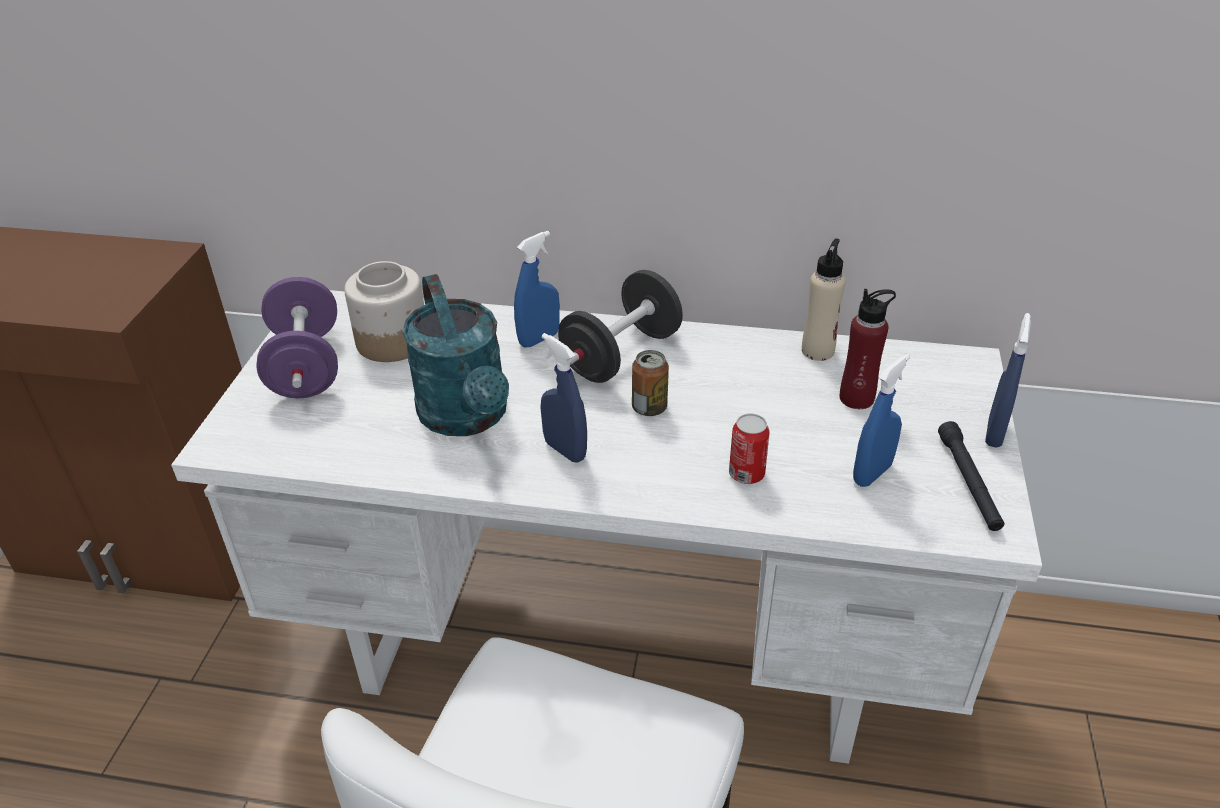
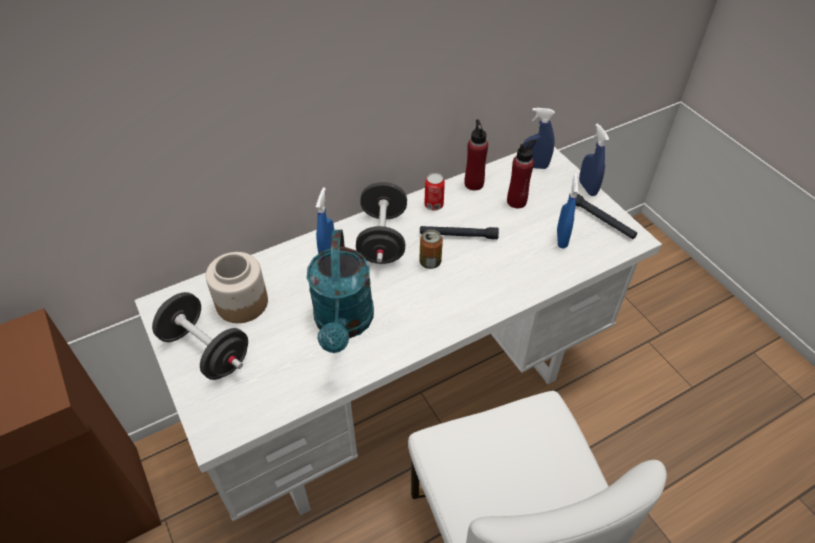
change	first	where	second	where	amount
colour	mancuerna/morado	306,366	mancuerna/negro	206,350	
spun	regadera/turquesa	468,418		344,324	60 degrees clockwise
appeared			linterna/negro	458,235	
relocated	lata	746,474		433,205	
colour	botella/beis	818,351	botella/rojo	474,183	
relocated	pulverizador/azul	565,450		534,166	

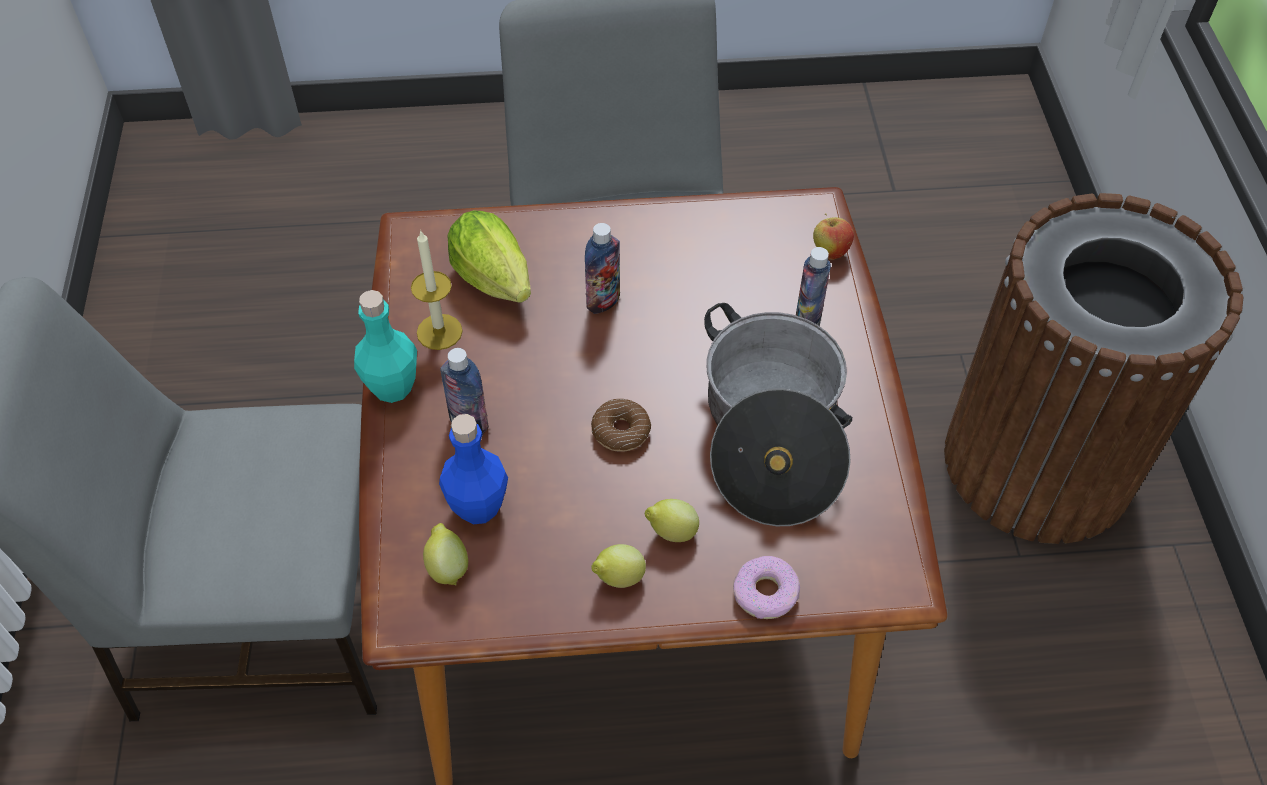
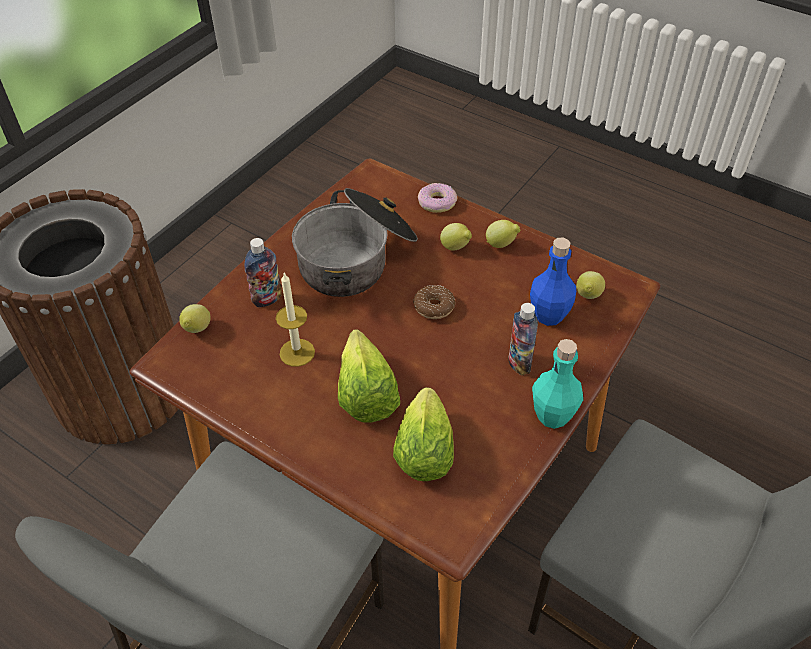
change	first	where	second	where	amount
exchanged	manzana	830,251	limón	197,330	
relocated	vela	439,332		297,352	
exchanged	botella	603,301	lechuga	367,388	

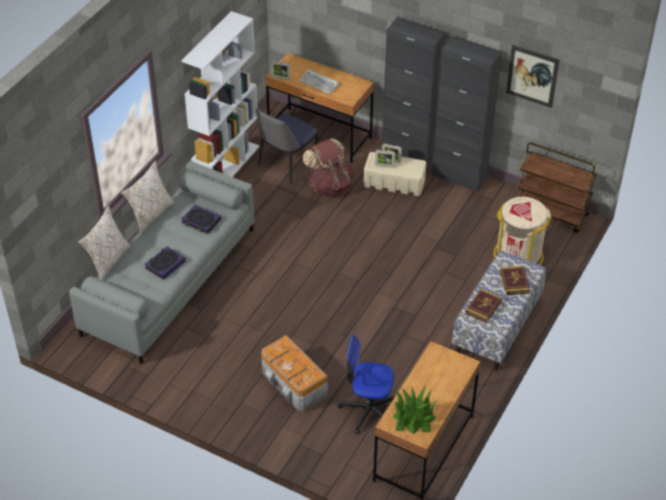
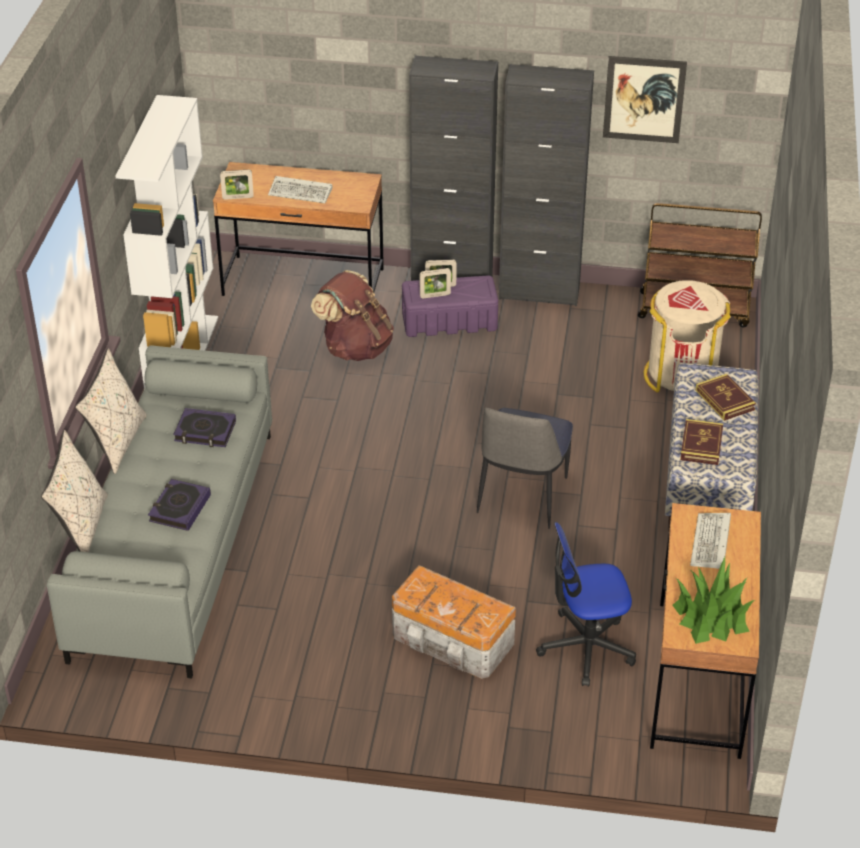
change	first	where	second	where	amount
colour	caja de almacenaje/beis	394,183	caja de almacenaje/morado	450,321	
relocated	silla	286,165		521,498	
appeared			teclado	711,544	

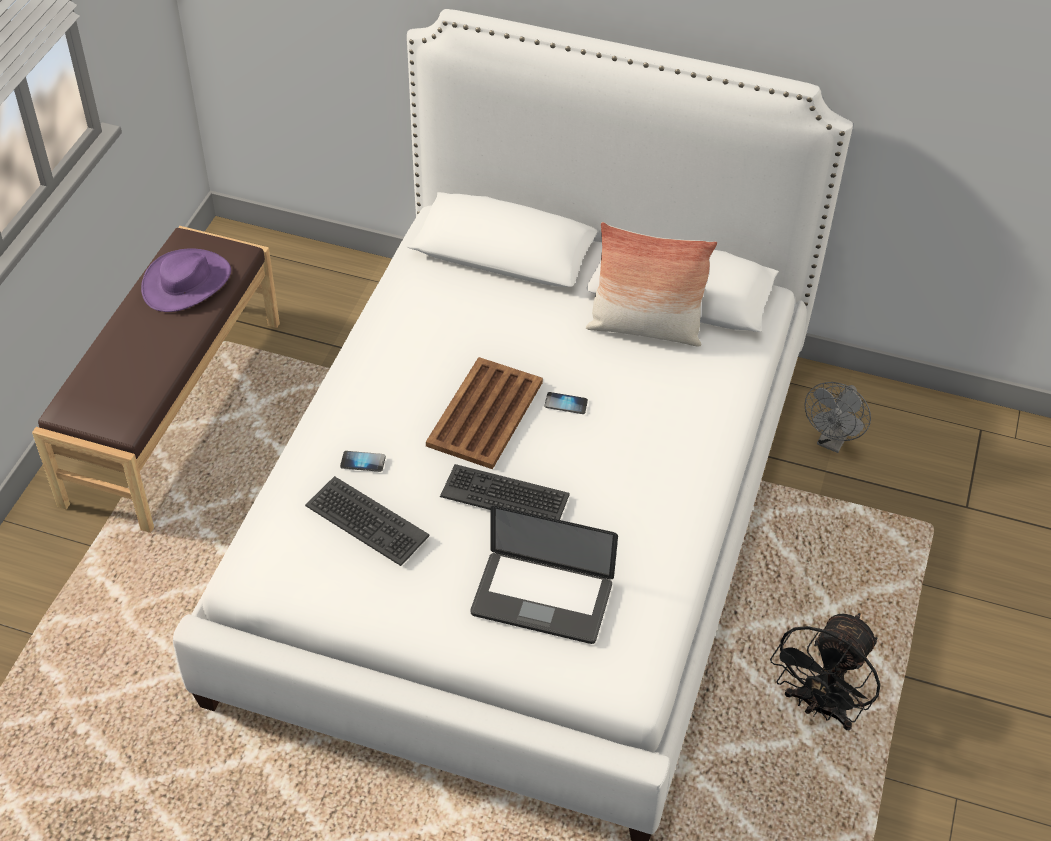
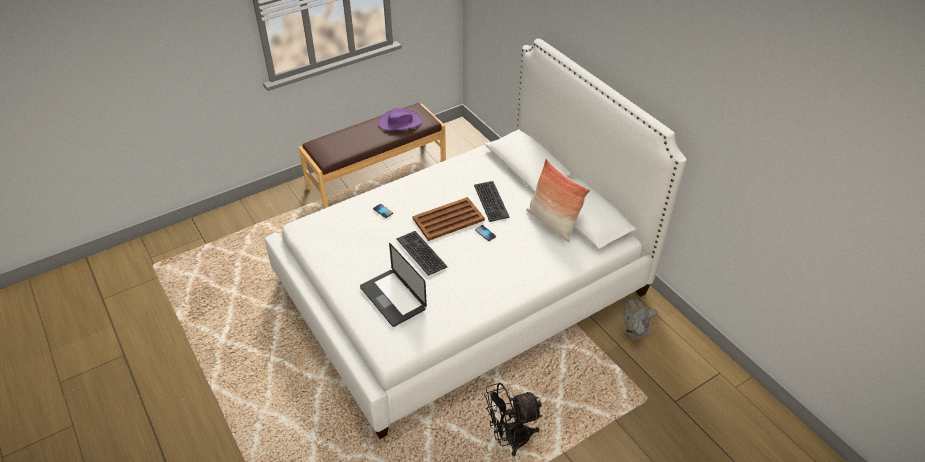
change	first	where	second	where	amount
relocated	teclado	366,522		490,201	

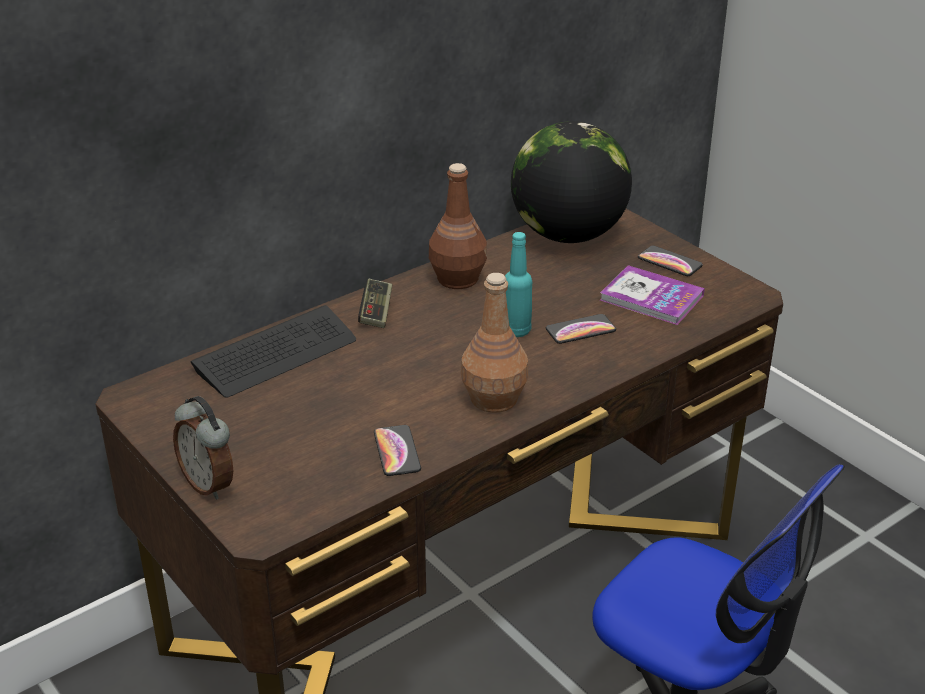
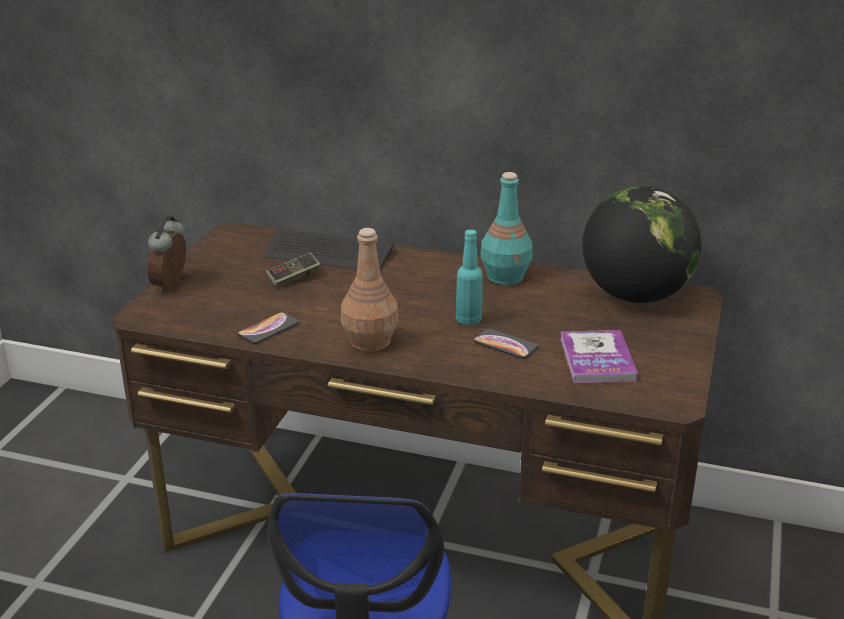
change	first	where	second	where	amount
relocated	mando de consola	376,312		294,278	
colour	botella/marrón	457,278	botella/turquesa	506,277	
missing	móvil	669,262			

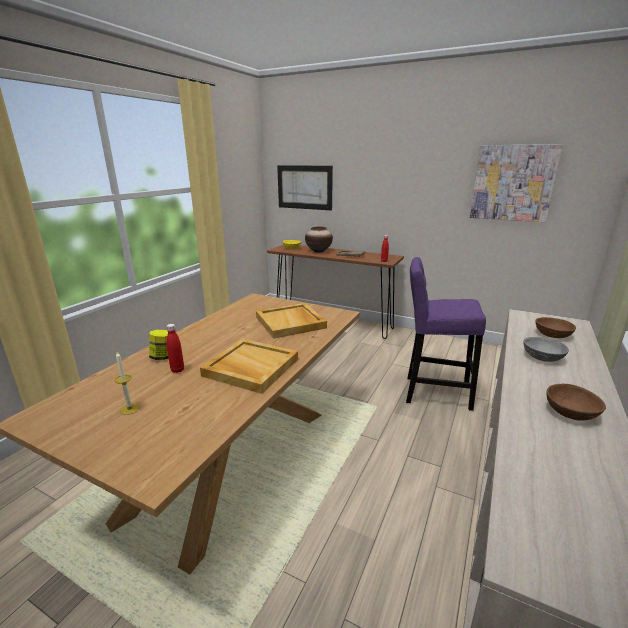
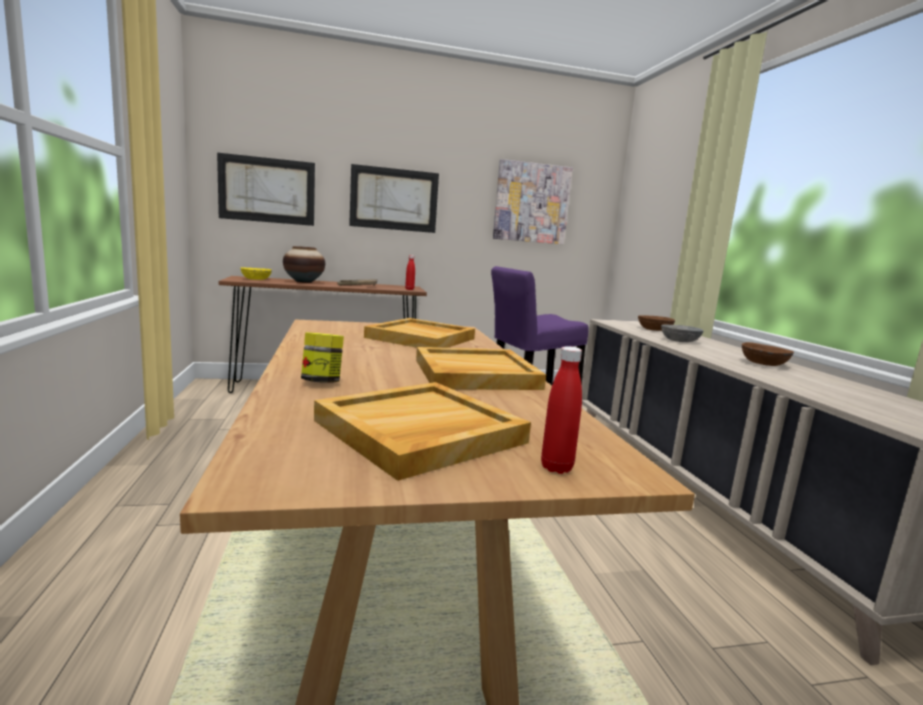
change	first	where	second	where	amount
exchanged	vela	130,409	bandeja/beis	419,432	
appeared			cuadro	394,199	
relocated	botella/rojo	177,370		556,468	

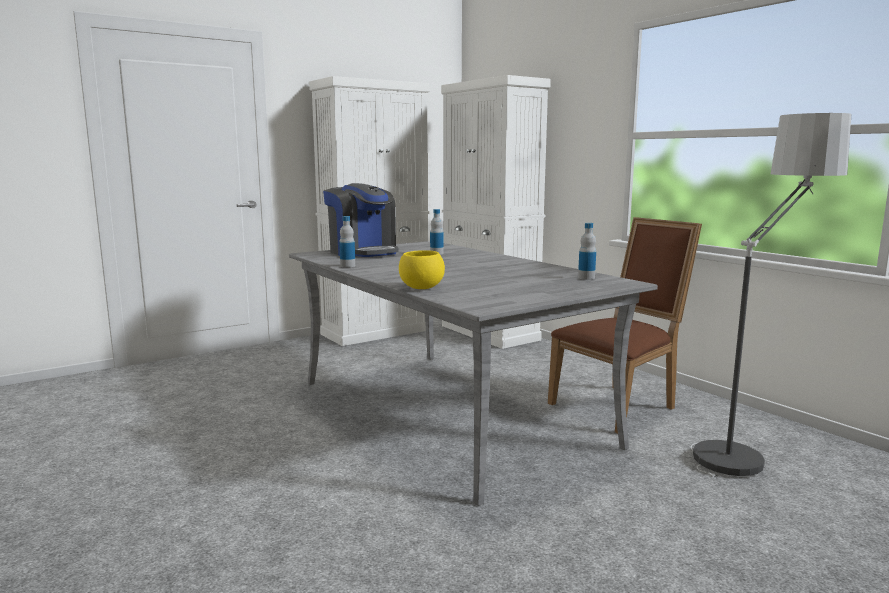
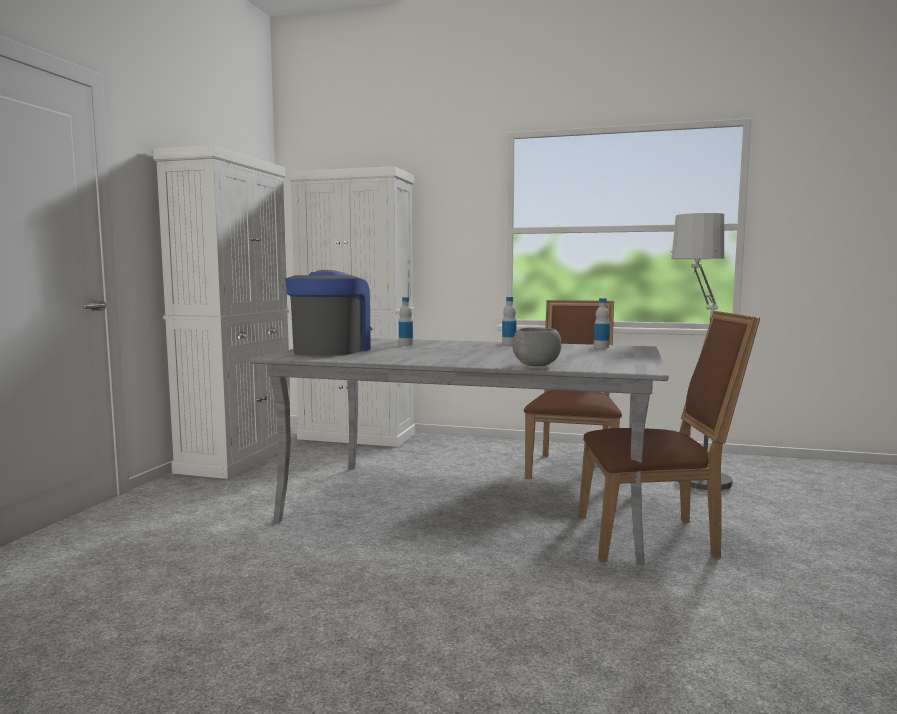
change	first	where	second	where	amount
spun	cafetera	363,252		331,350	90 degrees counterclockwise
relocated	botella	347,266		509,343	
colour	cuenco/amarillo	421,288	cuenco/gris	536,365	
appeared			silla/marrón	654,537	

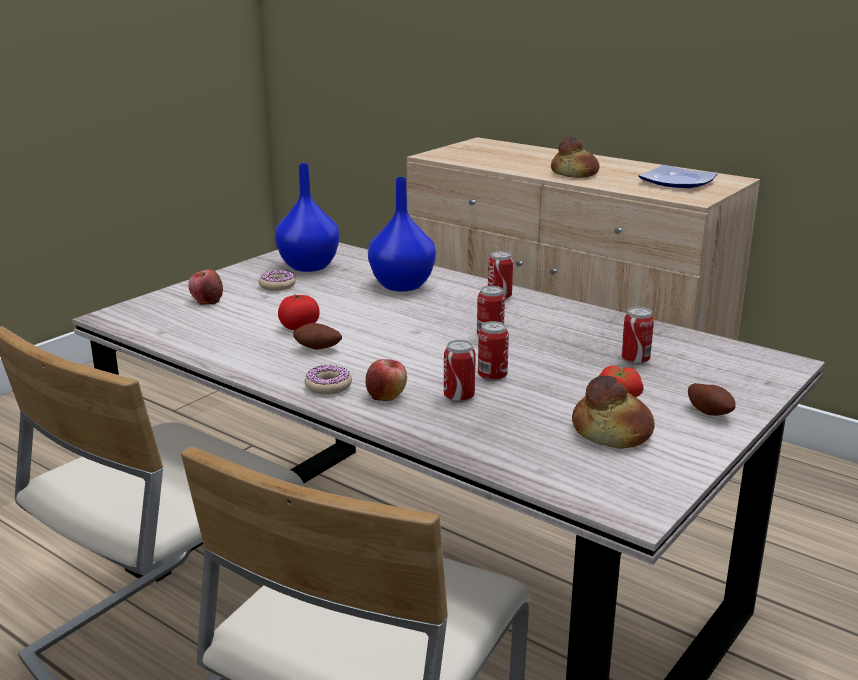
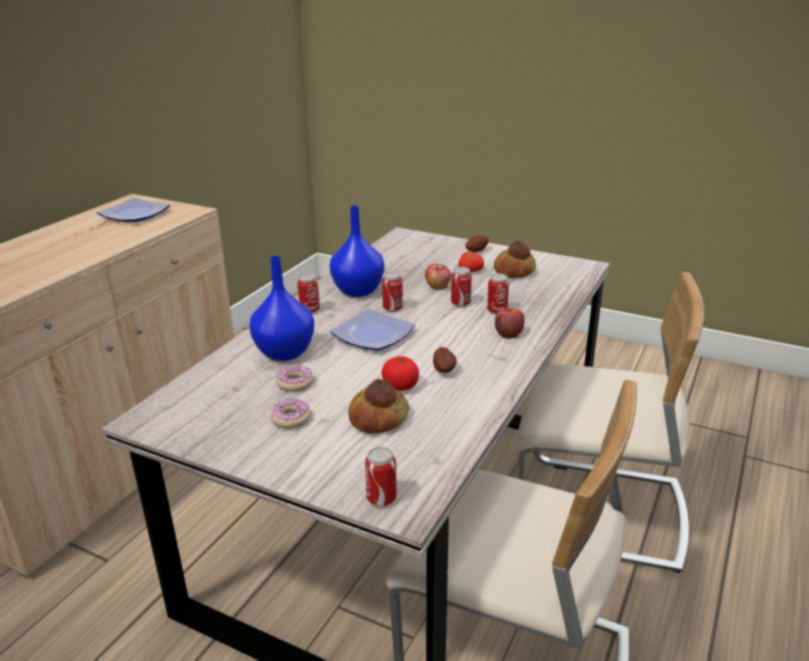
change	first	where	second	where	amount
relocated	rosquilla	328,386		295,383	
relocated	florero/azul	307,266		359,291	
appeared			plato	371,335	
relocated	pan	575,173		378,418	
relocated	lata	635,360		381,499	
relocated	manzana	207,300		438,286	

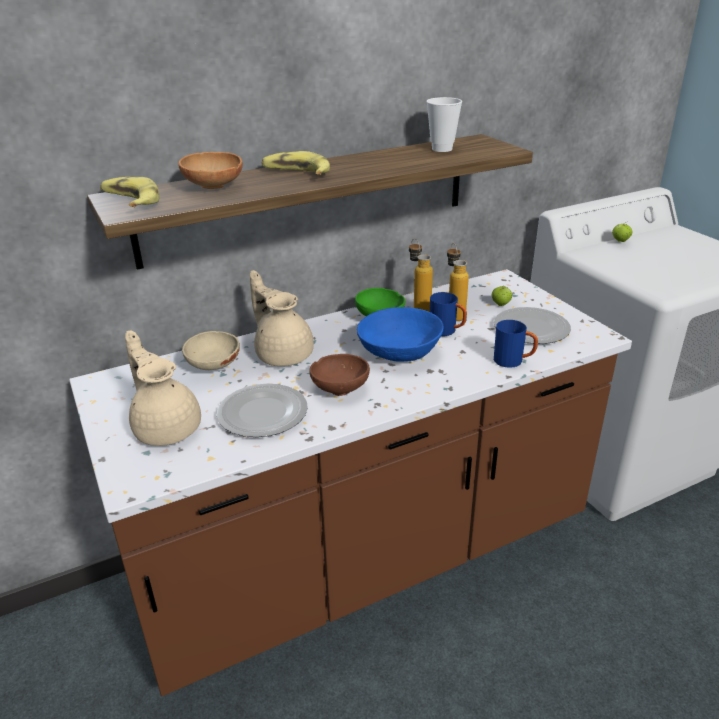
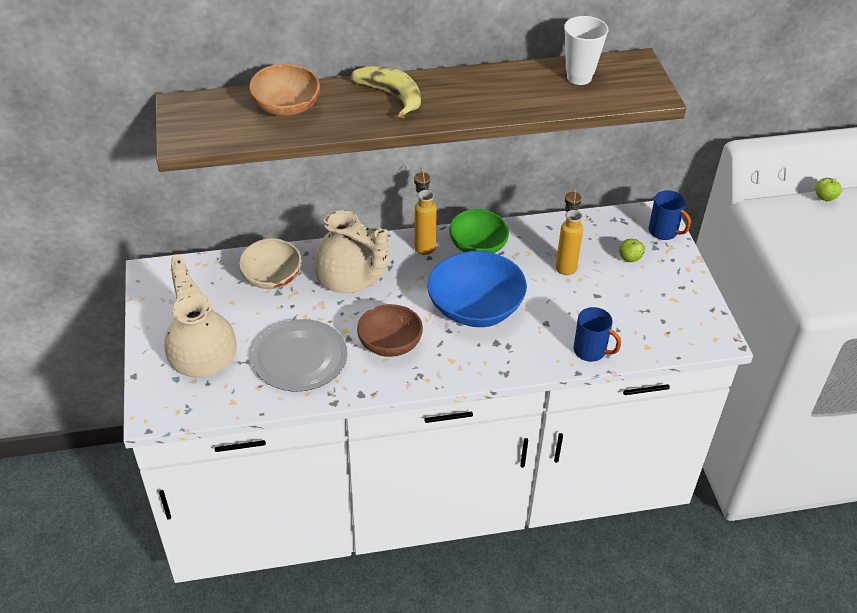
change	first	where	second	where	amount
colour	mueble bajo de cocina/marrón	363,557	mueble bajo de cocina/blanco	424,486	
spun	tetera/beis	283,354		350,279	150 degrees clockwise
relocated	botella	418,308		423,242	
relocated	taza grande/azul	447,331		667,234	
missing	plátano	130,201			
missing	plato	530,328			

